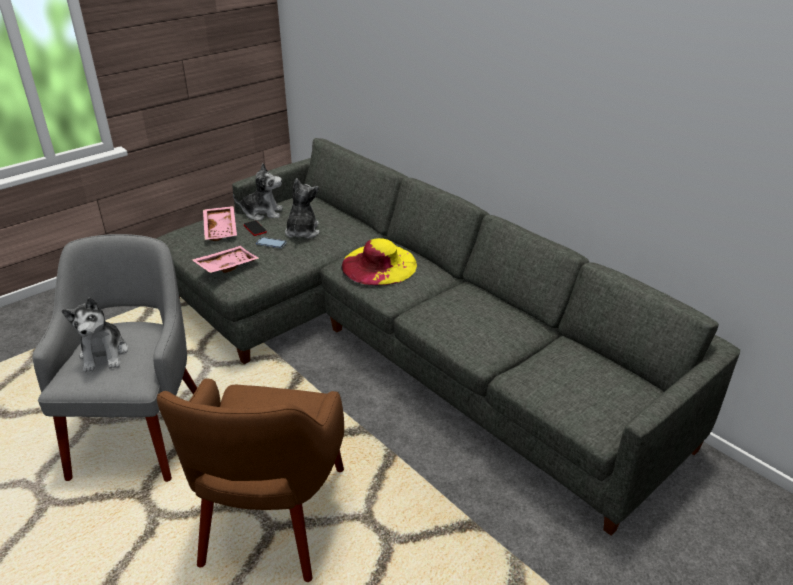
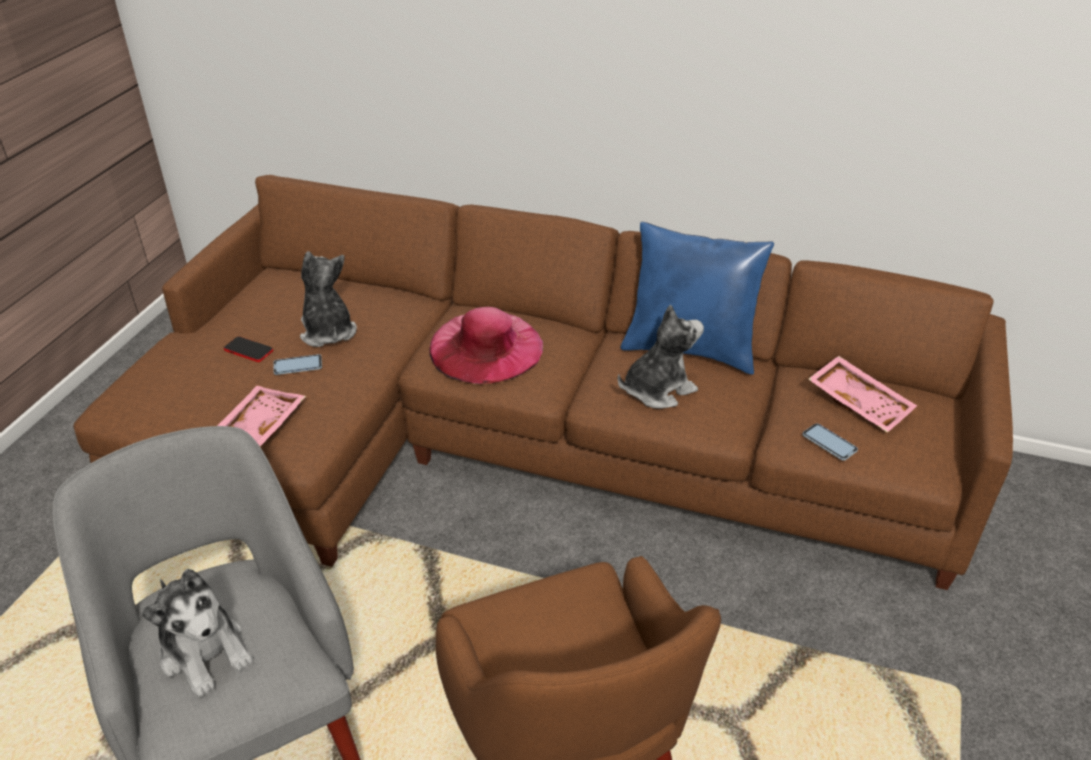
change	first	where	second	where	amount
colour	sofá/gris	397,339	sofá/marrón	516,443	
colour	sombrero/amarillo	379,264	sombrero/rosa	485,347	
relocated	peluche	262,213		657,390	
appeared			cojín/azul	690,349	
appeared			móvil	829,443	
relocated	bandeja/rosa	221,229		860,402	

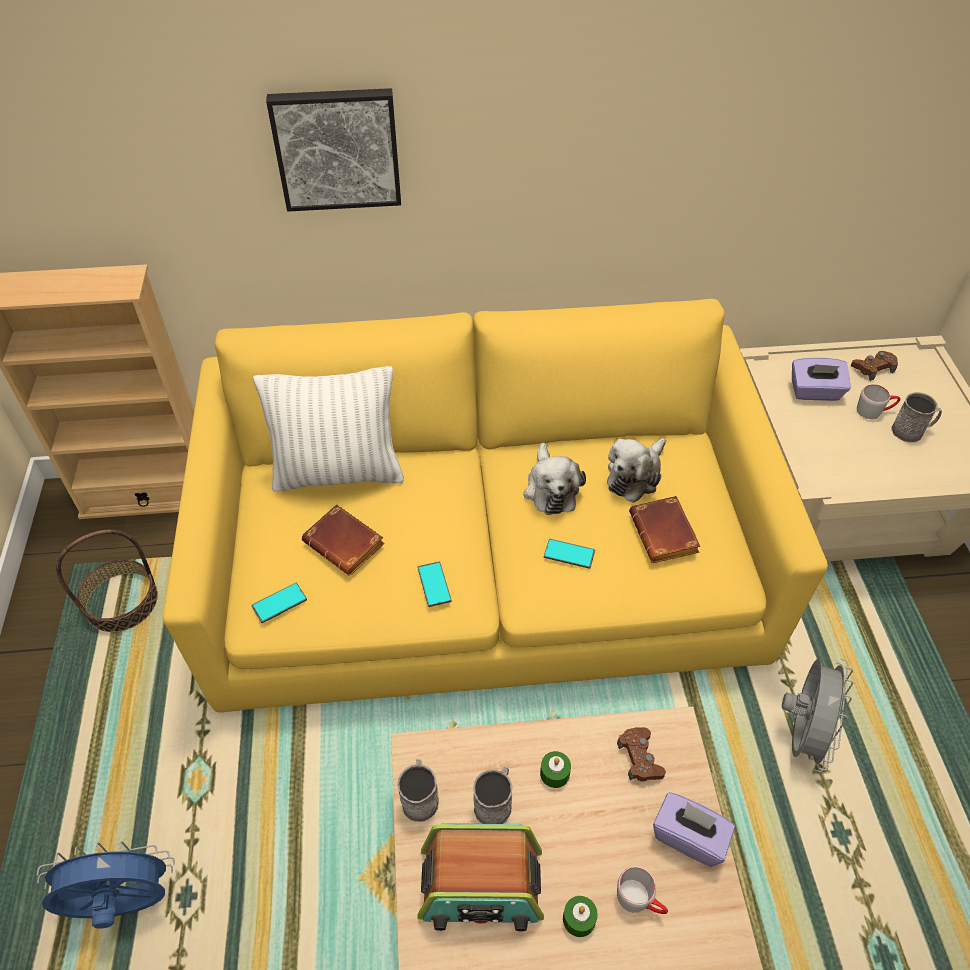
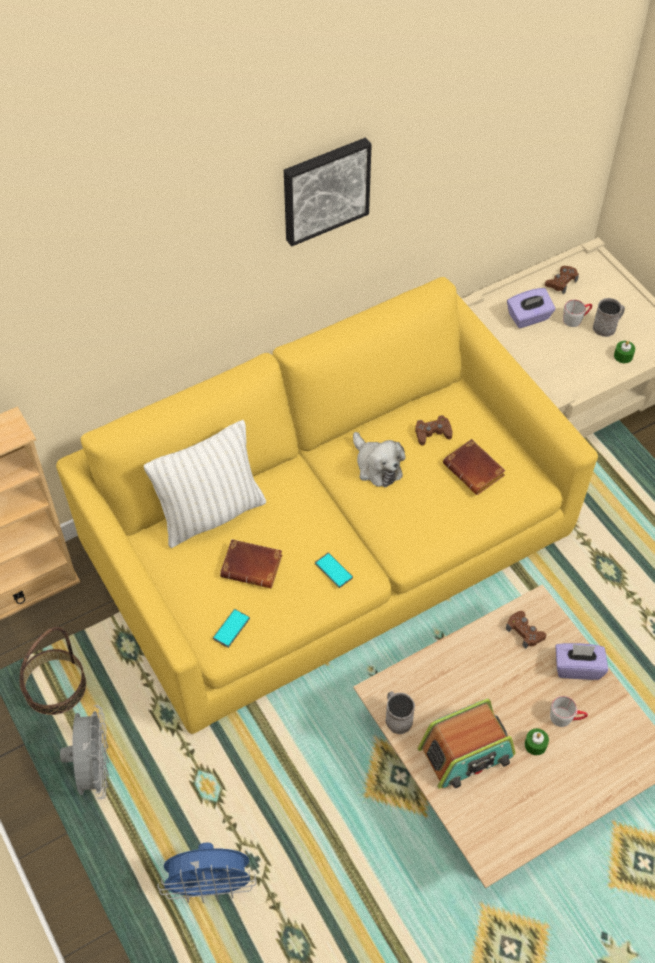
change	first	where	second	where	amount
relocated	ventilador/gris	801,734		94,770	
spun	ventilador/azul	124,905		211,887	150 degrees counterclockwise
relocated	cuadro	337,148		325,189	
exchanged	peluche	635,476	mando de consola/marrón	432,433	
relocated	vela/verde	554,773		623,356	
missing	taza grande/gris	495,802			
missing	móvil	569,554			

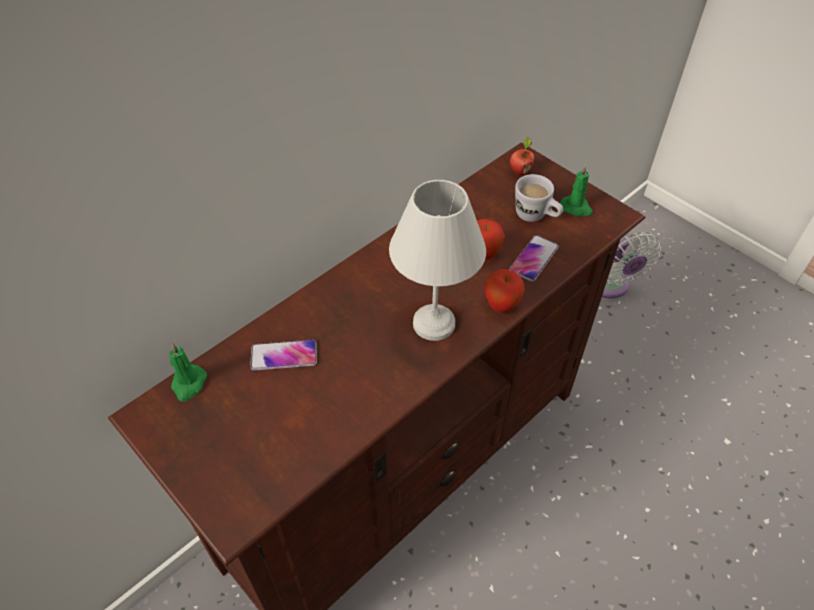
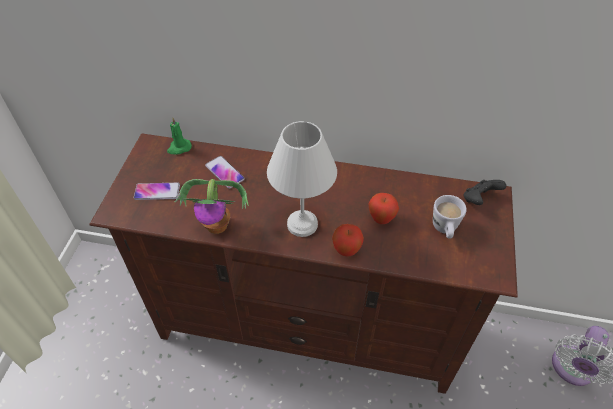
change	first	where	second	where	amount
relocated	móvil	533,259		157,192	
appeared			planta en maceta	217,225	
exchanged	manzana	519,171	mando de consola/negro	479,200	
missing	vela/verde	576,208			

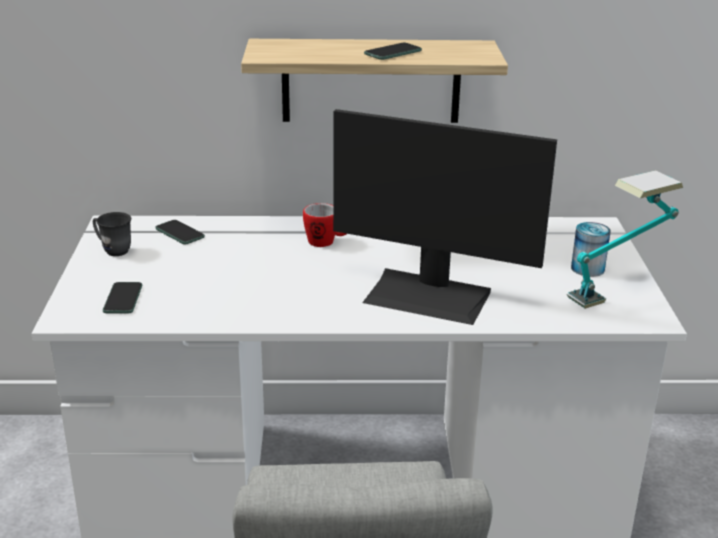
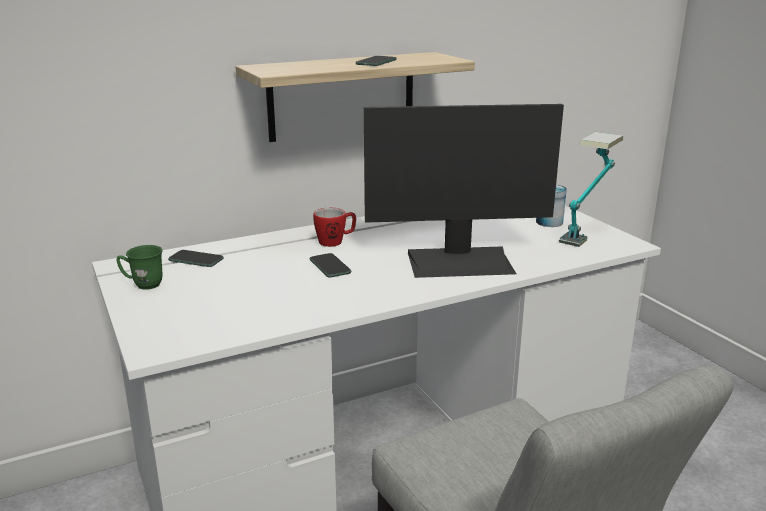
change	first	where	second	where	amount
colour	taza grande/gris	112,250	taza grande/verde	142,284	
relocated	móvil	123,299		330,266	

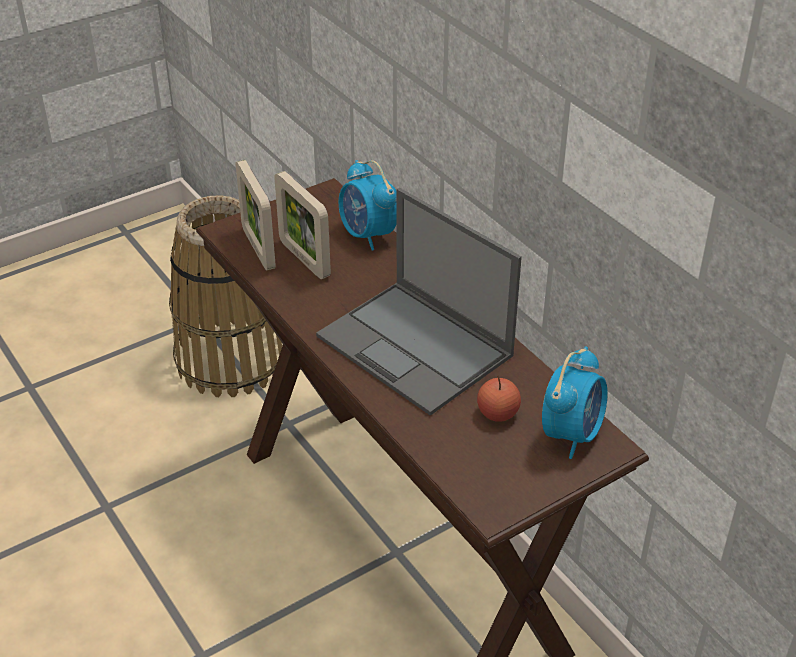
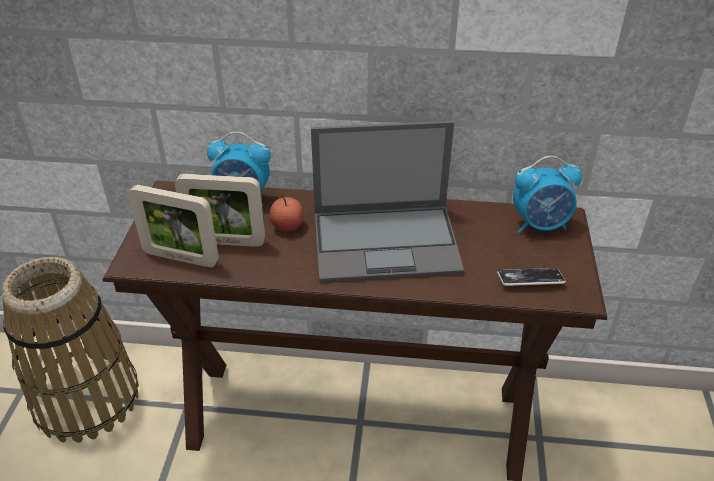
change	first	where	second	where	amount
relocated	manzana	497,413		287,226	
appeared			móvil	530,280	
spun	despertador	571,434		540,225	105 degrees clockwise

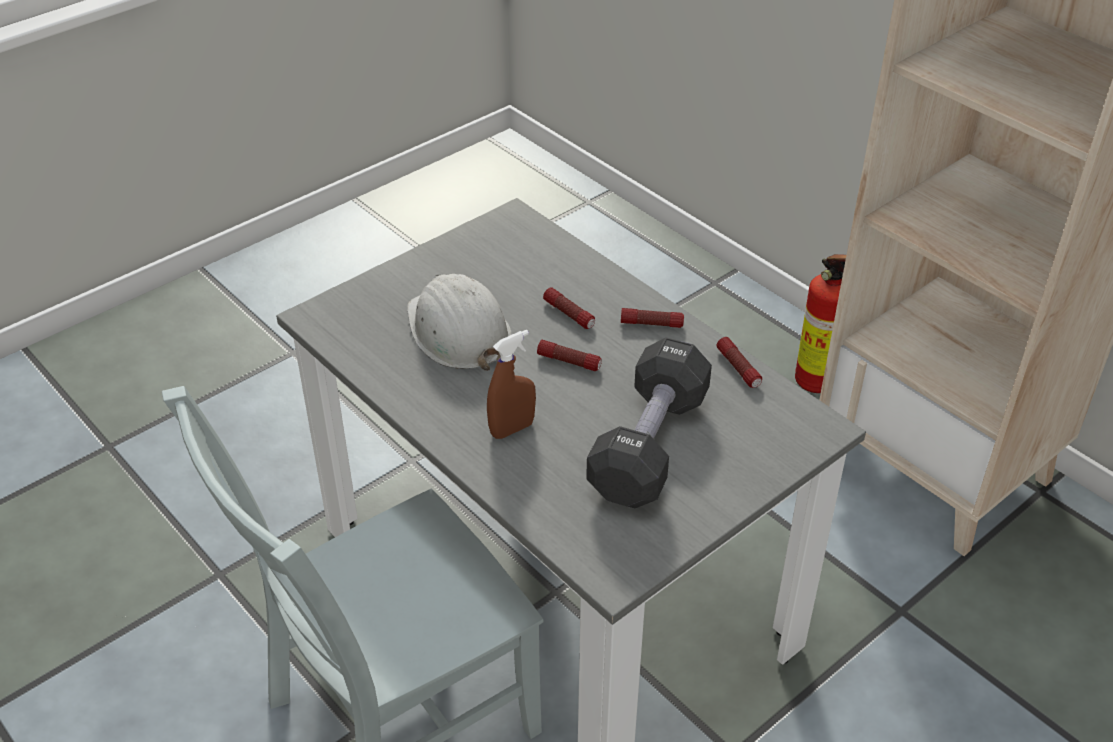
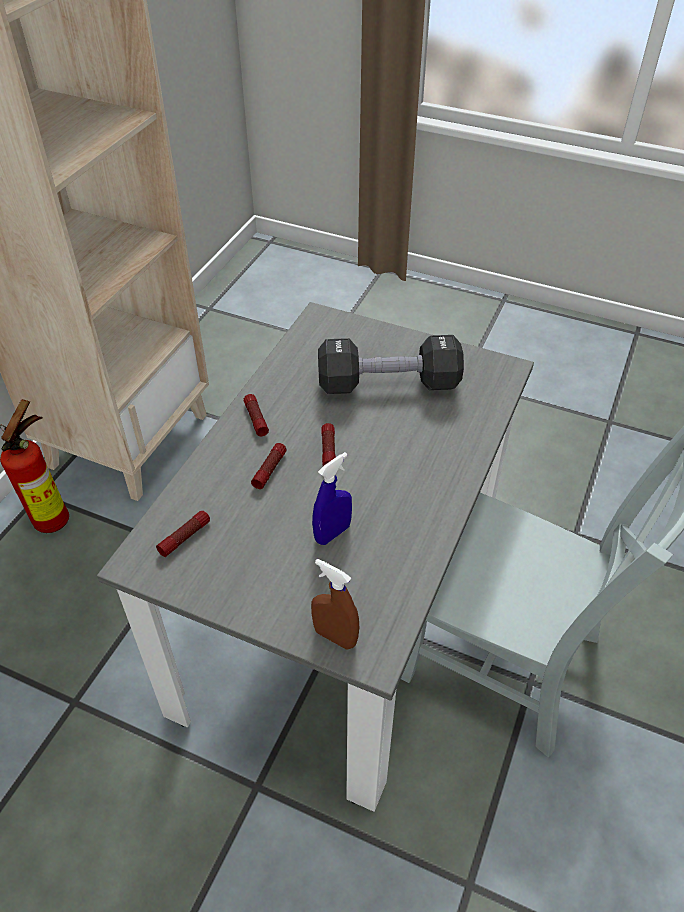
change	first	where	second	where	amount
relocated	linterna	738,368		184,537	
relocated	pulverizador/marrón	512,429		335,637	
exchanged	casco/blanco	458,331	pulverizador/azul	332,533	

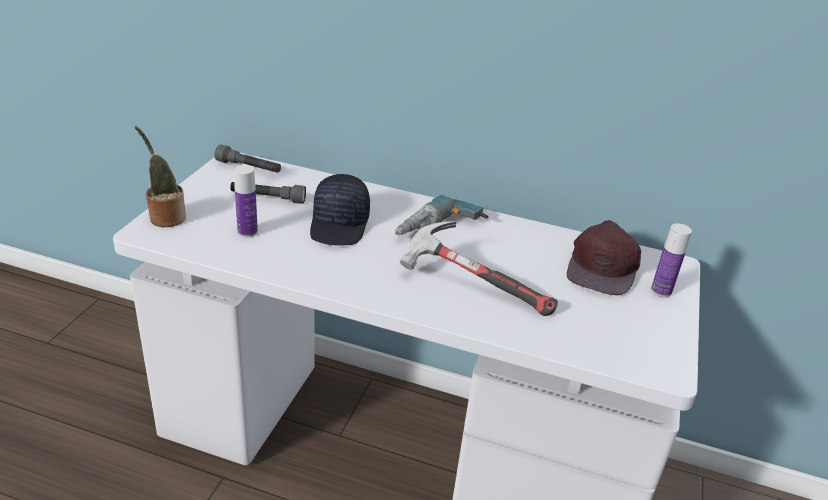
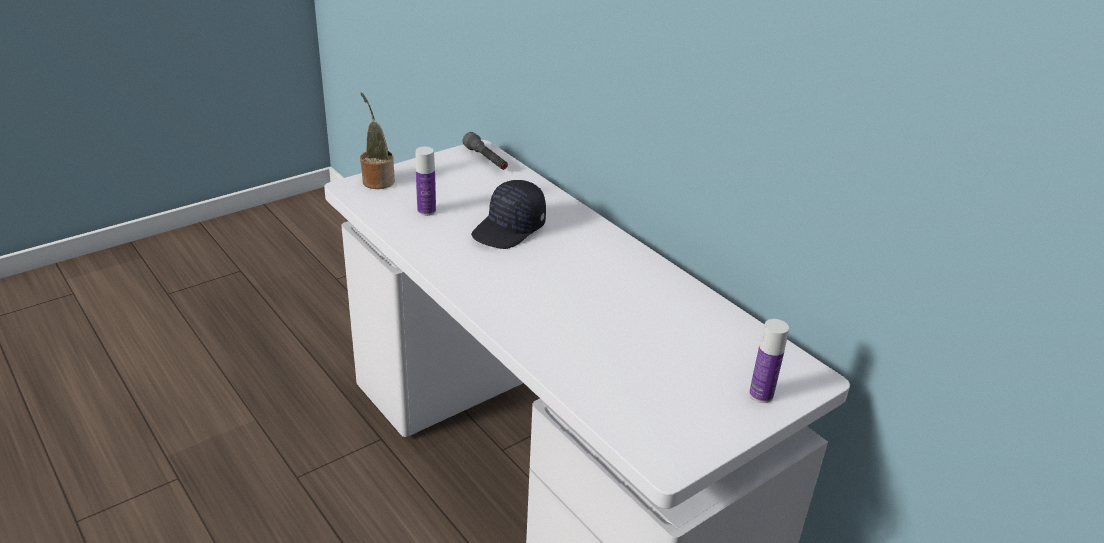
change	first	where	second	where	amount
missing	linterna/gris	268,198			
missing	taladro	440,231			
missing	martillo	474,285			
missing	gorra/marrón	604,266			

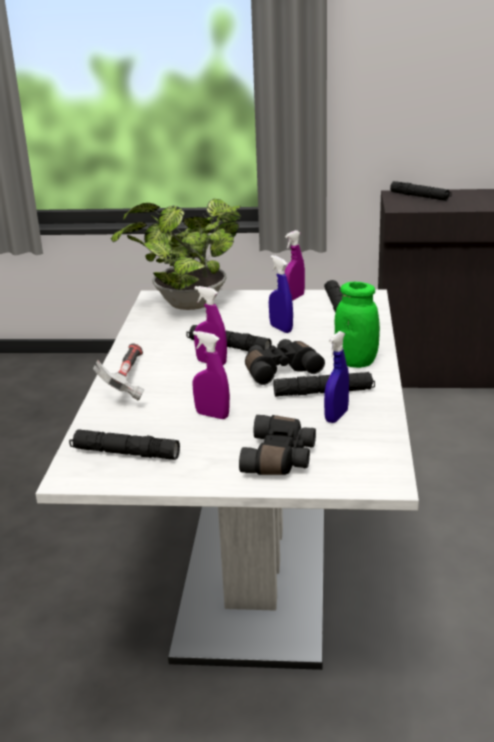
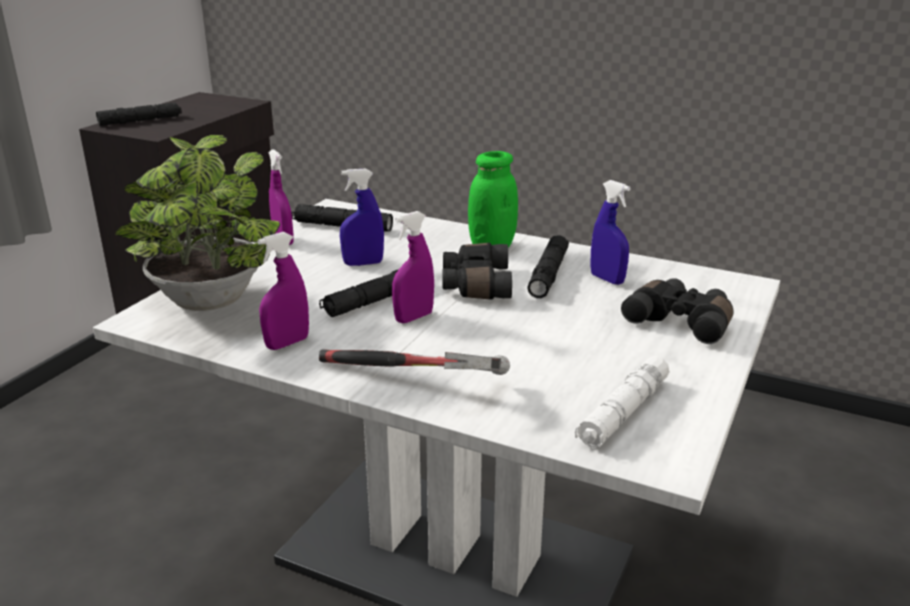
change	first	where	second	where	amount
relocated	pulverizador/morado	212,415		287,343	
colour	linterna/negro	125,453	linterna/blanco	623,412	

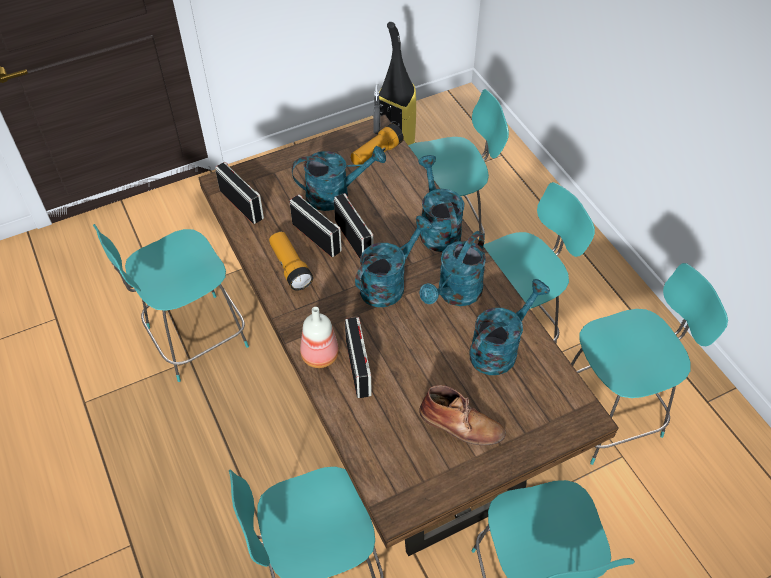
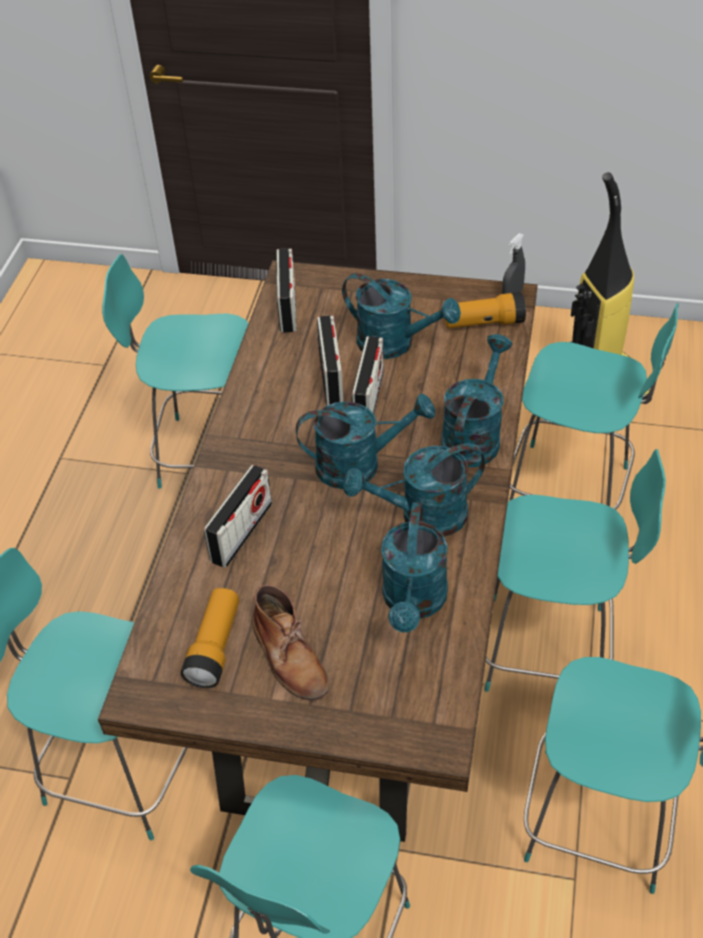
change	first	where	second	where	amount
relocated	linterna	290,267		215,647	
spun	regadera/turquesa	499,348		414,603	105 degrees clockwise
missing	botella	318,355			

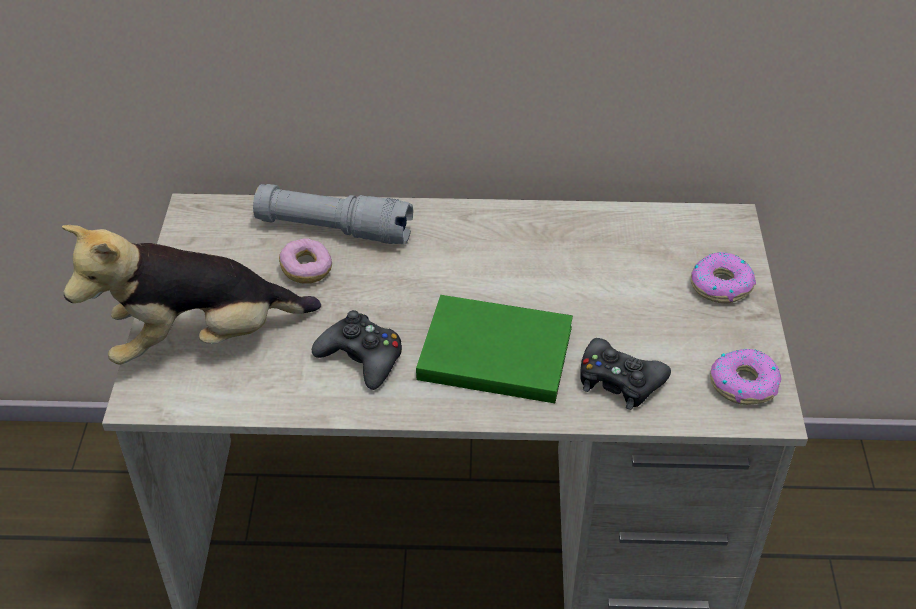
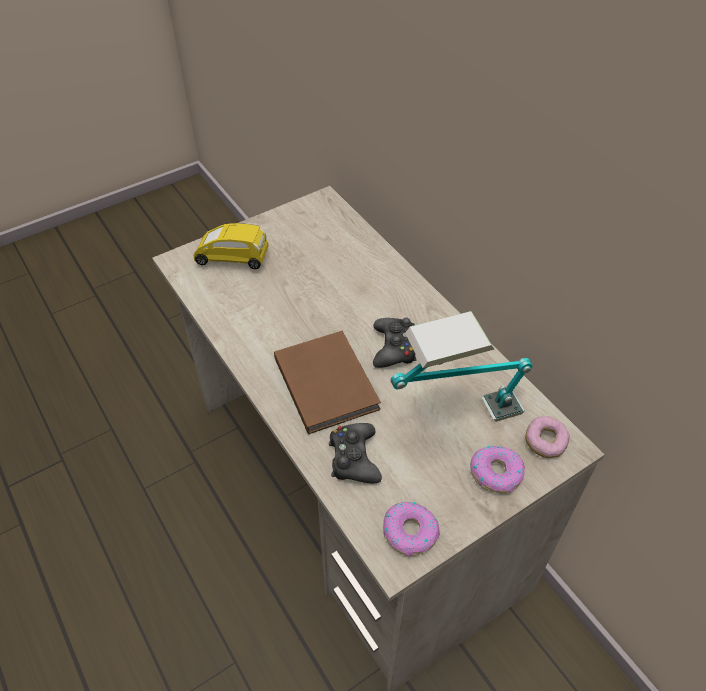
change	first	where	second	where	amount
exchanged	peluche	201,340	coche de juguete/amarillo	233,258	
colour	libro/verde	492,351	libro/marrón	326,381	
relocated	mando de consola/negro	362,358		394,348	
appeared			lámpara de mesa	456,419	
relocated	rosquilla	306,270		545,442	
missing	linterna/gris	334,229			

